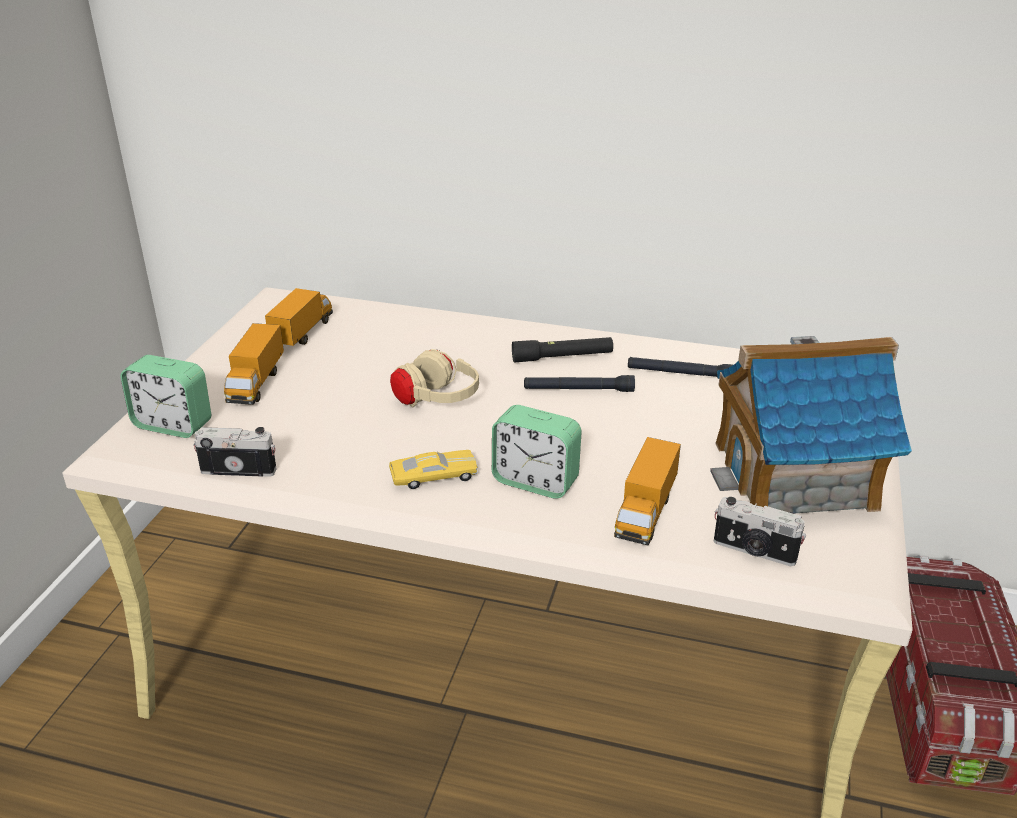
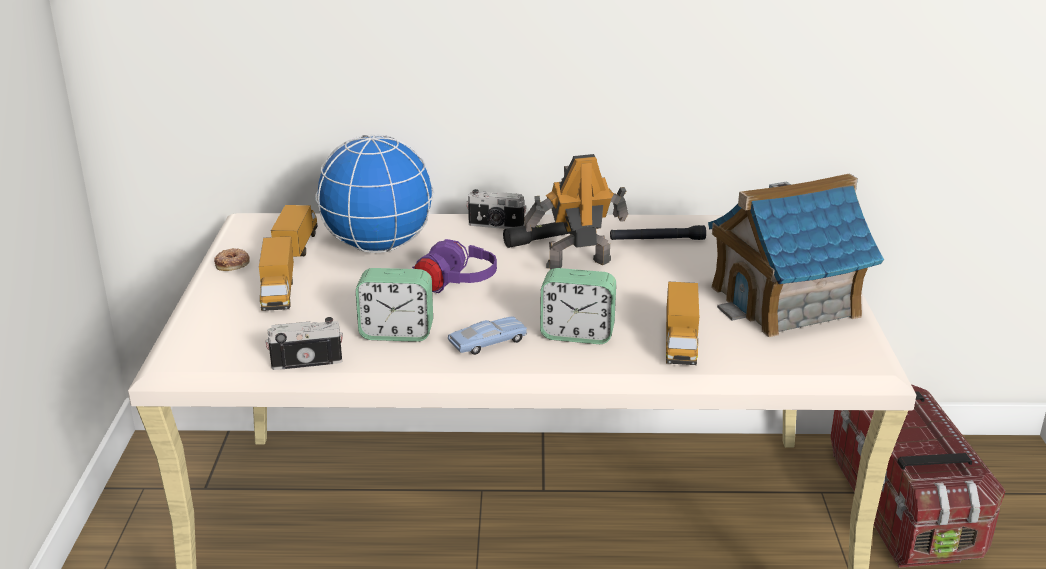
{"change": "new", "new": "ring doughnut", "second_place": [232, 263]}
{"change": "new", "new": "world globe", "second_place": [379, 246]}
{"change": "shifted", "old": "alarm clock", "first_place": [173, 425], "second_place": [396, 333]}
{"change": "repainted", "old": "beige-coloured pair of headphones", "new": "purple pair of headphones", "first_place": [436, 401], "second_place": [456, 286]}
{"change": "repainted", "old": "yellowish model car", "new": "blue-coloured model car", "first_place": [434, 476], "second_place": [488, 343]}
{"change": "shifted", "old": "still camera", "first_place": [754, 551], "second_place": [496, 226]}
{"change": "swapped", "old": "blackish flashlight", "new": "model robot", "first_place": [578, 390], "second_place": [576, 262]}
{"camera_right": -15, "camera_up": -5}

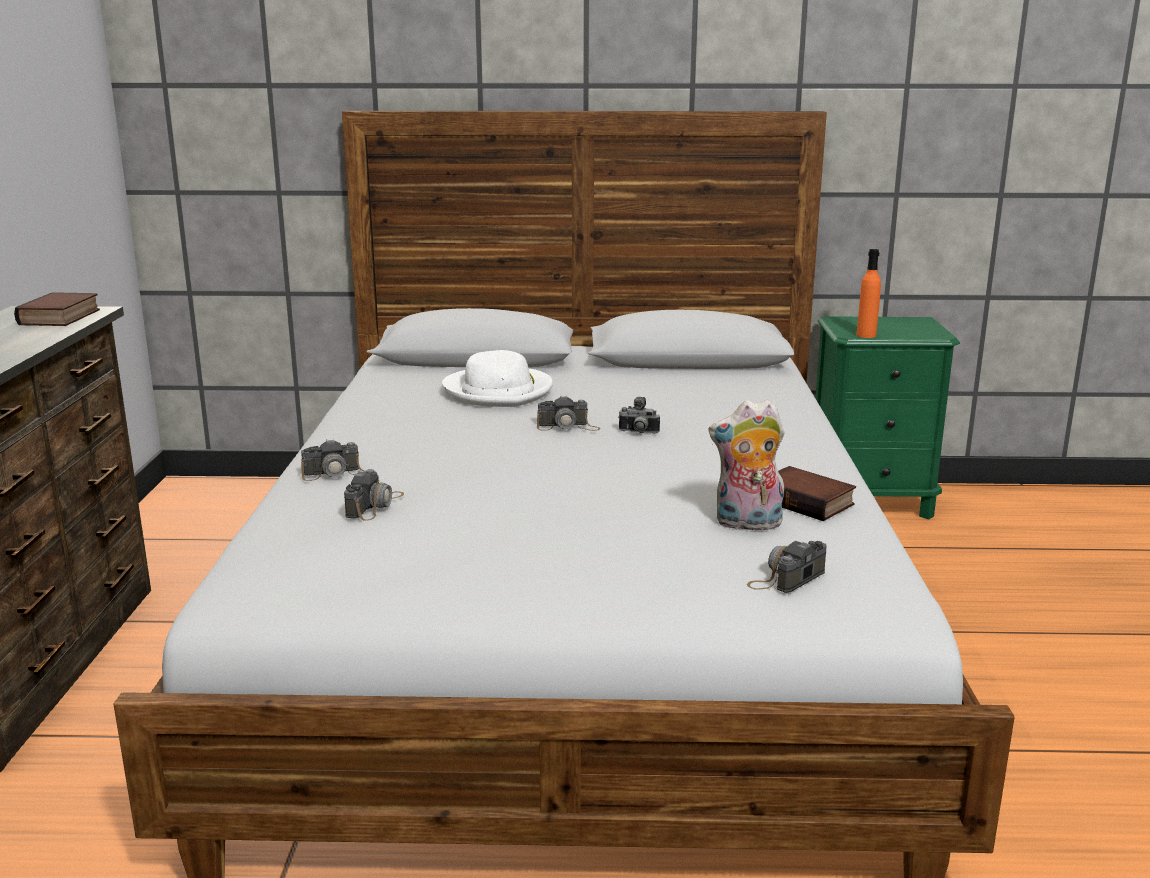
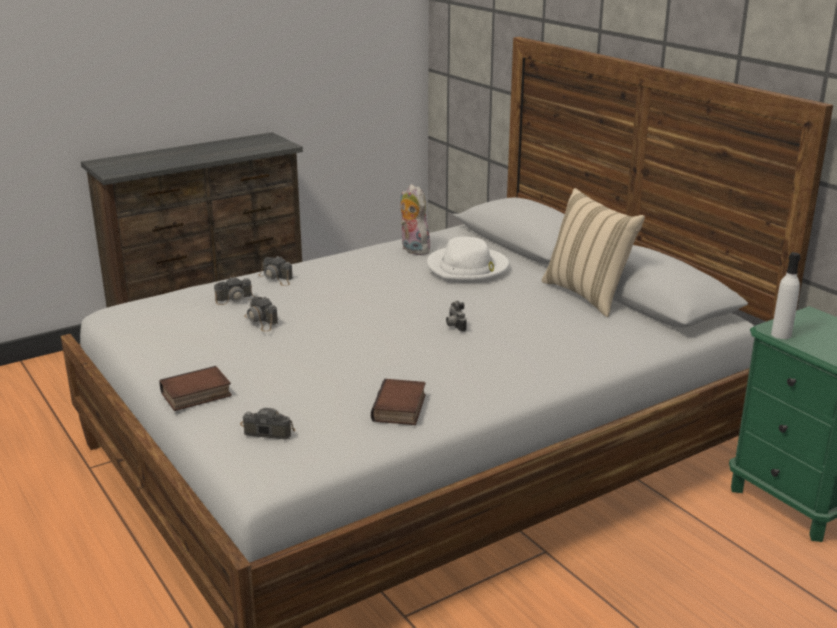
{"change": "shifted", "old": "volume", "first_place": [61, 317], "second_place": [196, 395]}
{"change": "shifted", "old": "still camera", "first_place": [568, 426], "second_place": [261, 321]}
{"change": "shifted", "old": "plush toy", "first_place": [747, 524], "second_place": [412, 250]}
{"change": "new", "new": "beige-coloured cushion", "second_place": [588, 295]}
{"change": "repainted", "old": "orangey drink bottle", "new": "whitish drink bottle", "first_place": [866, 335], "second_place": [781, 334]}
{"camera_right": 55, "camera_up": 5}

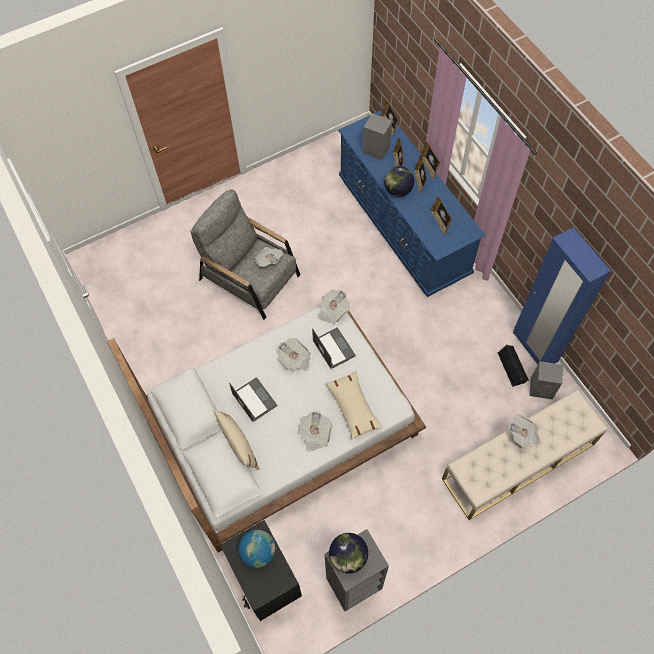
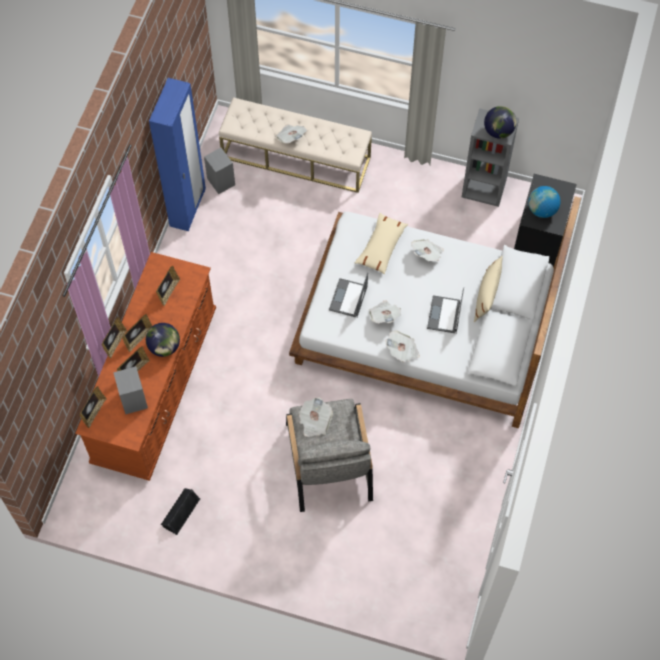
{"change": "repainted", "old": "blue-coloured dresser", "new": "brownish dresser", "first_place": [403, 226], "second_place": [155, 386]}
{"change": "shifted", "old": "blackish audio speaker", "first_place": [513, 367], "second_place": [180, 512]}
{"change": "shifted", "old": "printed paper", "first_place": [332, 311], "second_place": [402, 351]}
{"camera_right": -135, "camera_up": 0}

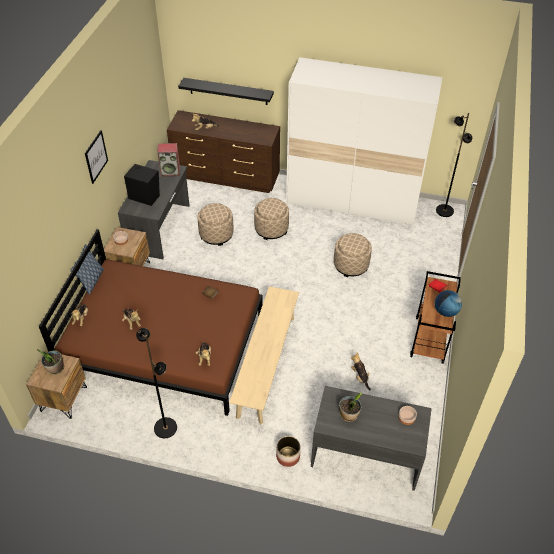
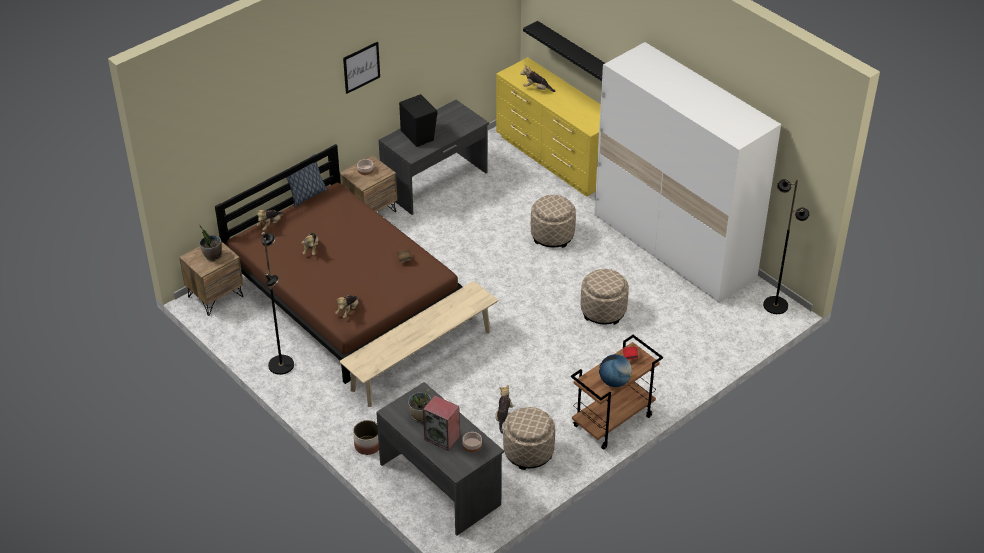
{"change": "shifted", "old": "audio speaker", "first_place": [170, 171], "second_place": [442, 438]}
{"change": "repainted", "old": "brownish dresser", "new": "yellowish dresser", "first_place": [226, 177], "second_place": [556, 159]}
{"change": "shifted", "old": "beige-coloured pouffe", "first_place": [216, 234], "second_place": [528, 451]}
{"camera_right": 35, "camera_up": -5}

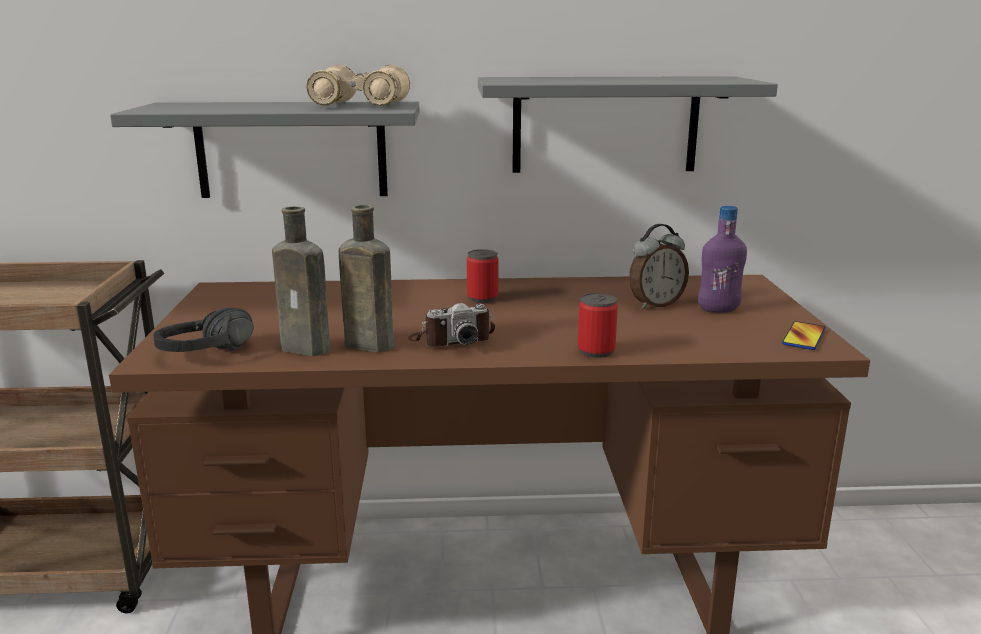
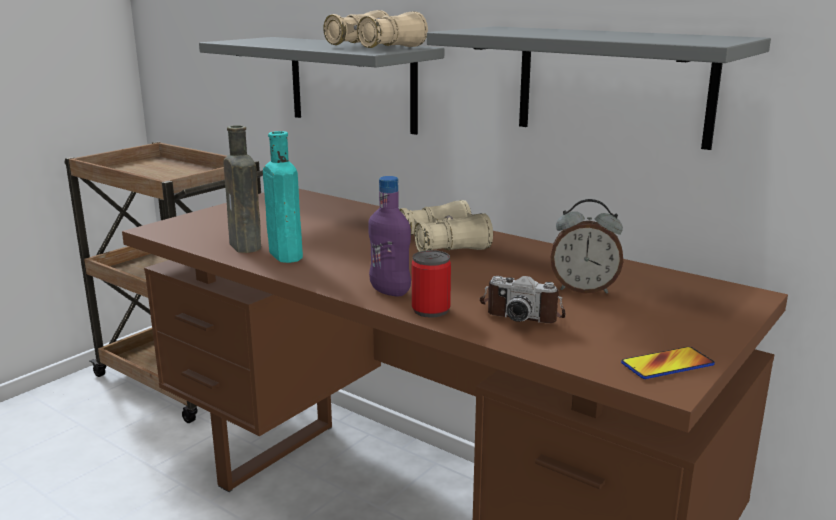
{"change": "repainted", "old": "brownish drink bottle", "new": "turquoise drink bottle", "first_place": [365, 345], "second_place": [284, 254]}
{"change": "shifted", "old": "purple drink bottle", "first_place": [718, 310], "second_place": [390, 291]}
{"change": "swapped", "old": "sealed can", "new": "beige-coloured binoculars", "first_place": [482, 298], "second_place": [444, 243]}
{"change": "shifted", "old": "still camera", "first_place": [451, 340], "second_place": [522, 313]}
{"change": "gone", "old": "blackish pair of headphones", "first_place": [213, 356]}
{"camera_right": 40, "camera_up": 0}

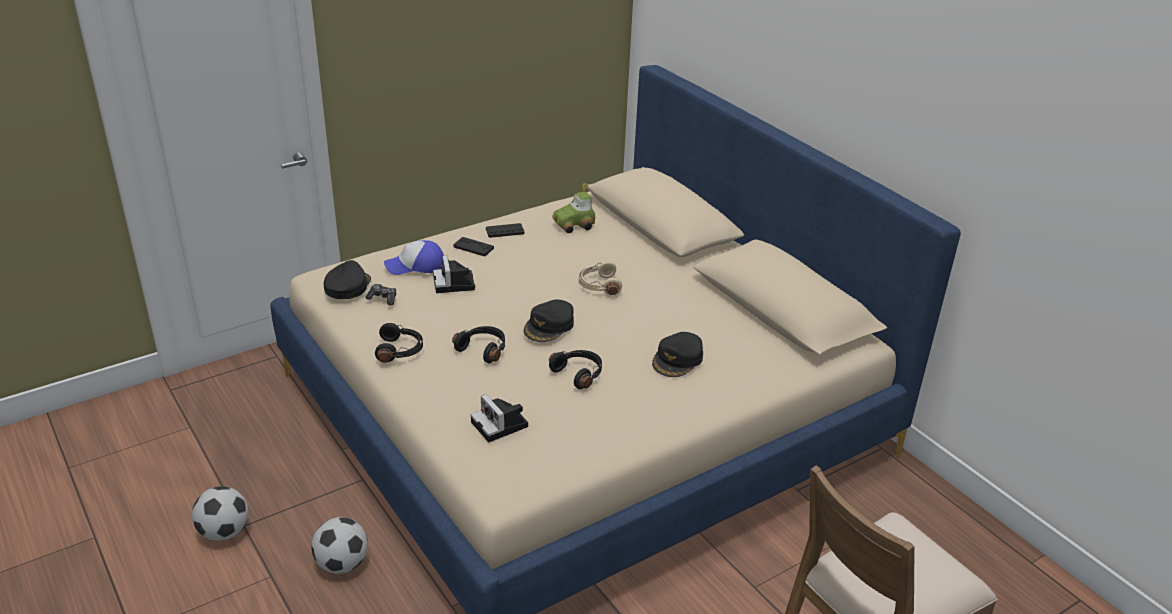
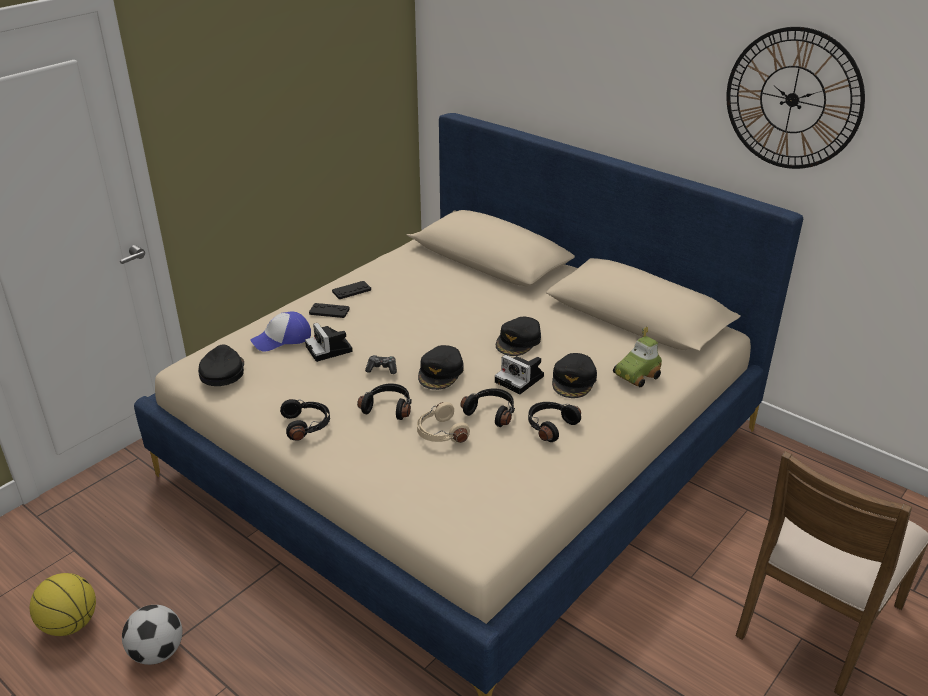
{"change": "new", "new": "basketball", "second_place": [70, 624]}
{"change": "shifted", "old": "gamepad", "first_place": [383, 298], "second_place": [382, 368]}
{"change": "shifted", "old": "beige-coloured pair of headphones", "first_place": [598, 286], "second_place": [440, 433]}
{"change": "shifted", "old": "still camera", "first_place": [501, 425], "second_place": [521, 379]}
{"change": "new", "new": "blackish baseball cap", "second_place": [518, 341]}
{"change": "new", "new": "blackish pair of headphones", "second_place": [550, 426]}
{"change": "shifted", "old": "model car", "first_place": [574, 225], "second_place": [637, 375]}
{"change": "new", "new": "clock on the wall", "second_place": [792, 99]}
{"change": "gone", "old": "football", "first_place": [342, 564]}
{"camera_right": -15, "camera_up": 0}

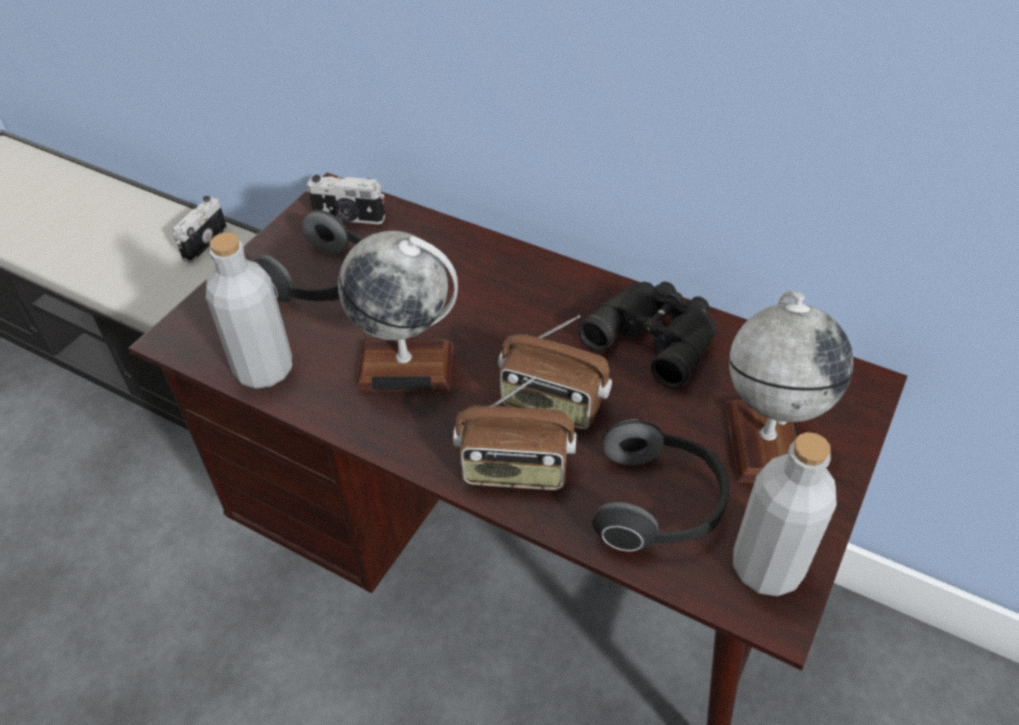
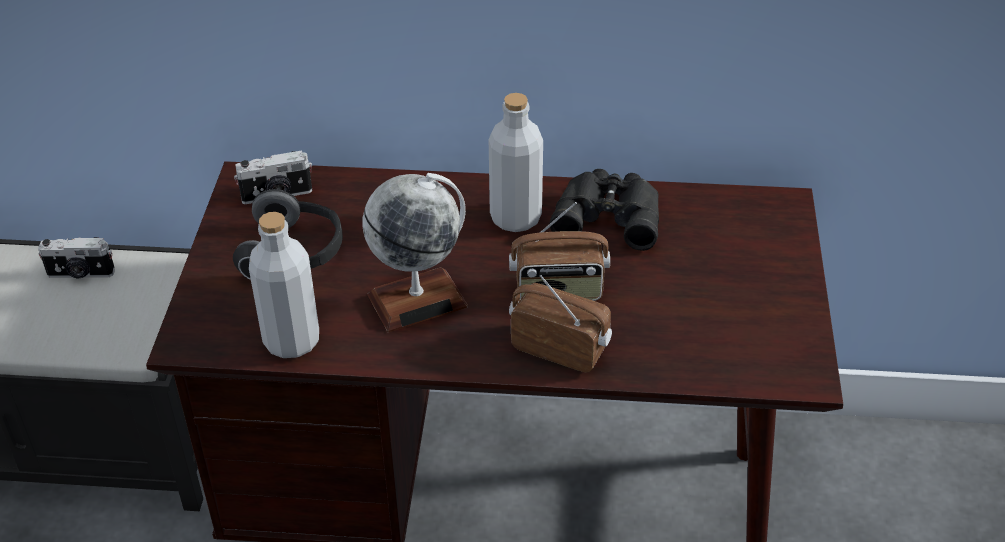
{"change": "rotated", "old": "still camera", "first_place": [203, 242], "second_place": [80, 274], "degrees": -90}
{"change": "shifted", "old": "grey drink bottle", "first_place": [766, 567], "second_place": [515, 218]}
{"change": "rotated", "old": "radio set", "first_place": [515, 470], "second_place": [560, 347], "degrees": -135}
{"change": "gone", "old": "pair of headphones", "first_place": [658, 504]}
{"change": "gone", "old": "world globe", "first_place": [765, 442]}
{"camera_right": -25, "camera_up": -5}

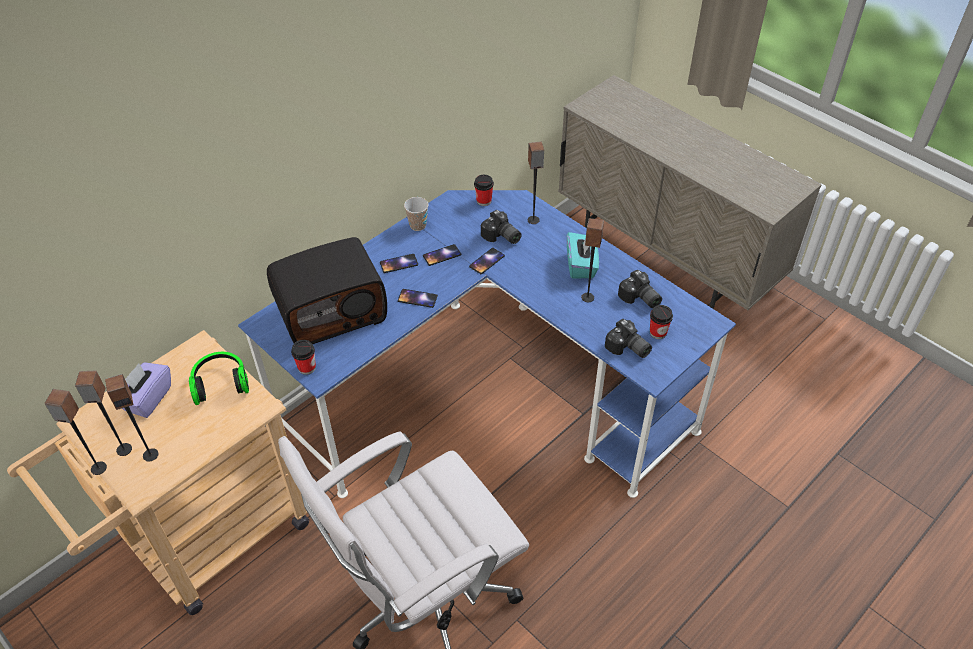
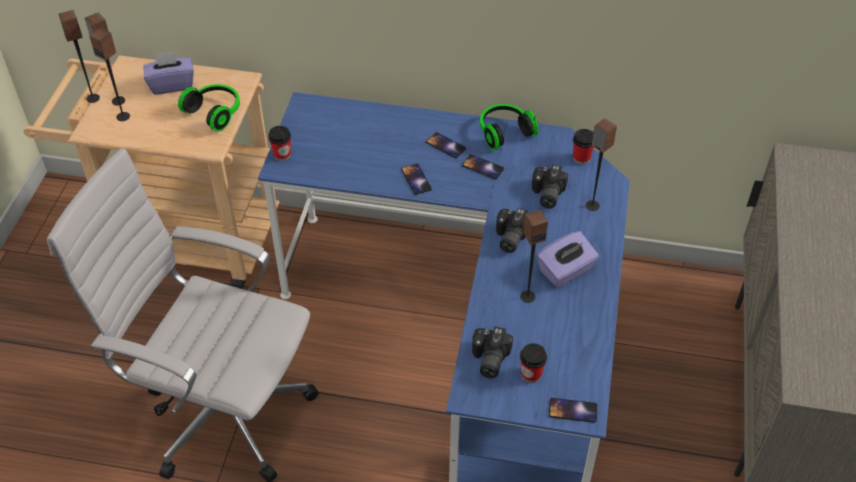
{"change": "swapped", "old": "small cup", "new": "pair of headphones", "first_place": [418, 225], "second_place": [504, 132]}
{"change": "shifted", "old": "still camera", "first_place": [639, 299], "second_place": [509, 238]}
{"change": "repainted", "old": "turquoise box of tissues", "new": "purple box of tissues", "first_place": [581, 265], "second_place": [566, 271]}
{"change": "shifted", "old": "telephone", "first_place": [487, 261], "second_place": [573, 410]}
{"change": "gone", "old": "radio set", "first_place": [332, 311]}
{"camera_right": 55, "camera_up": 0}

